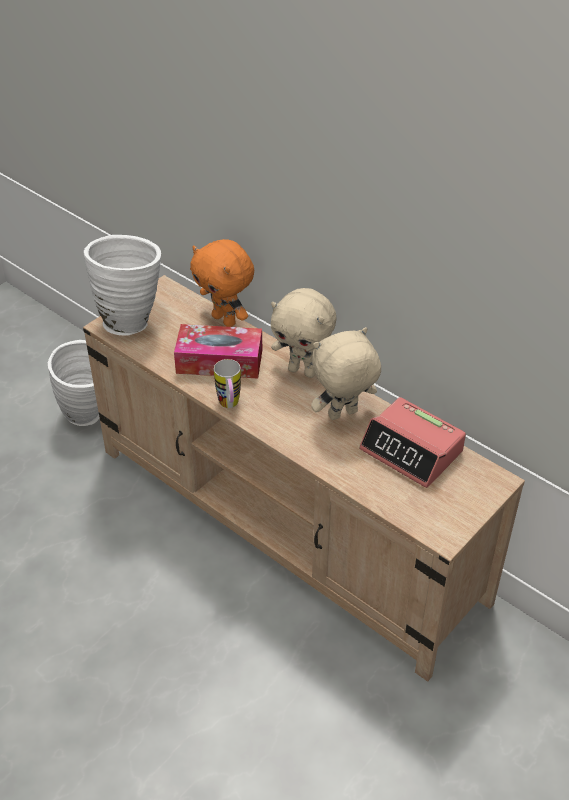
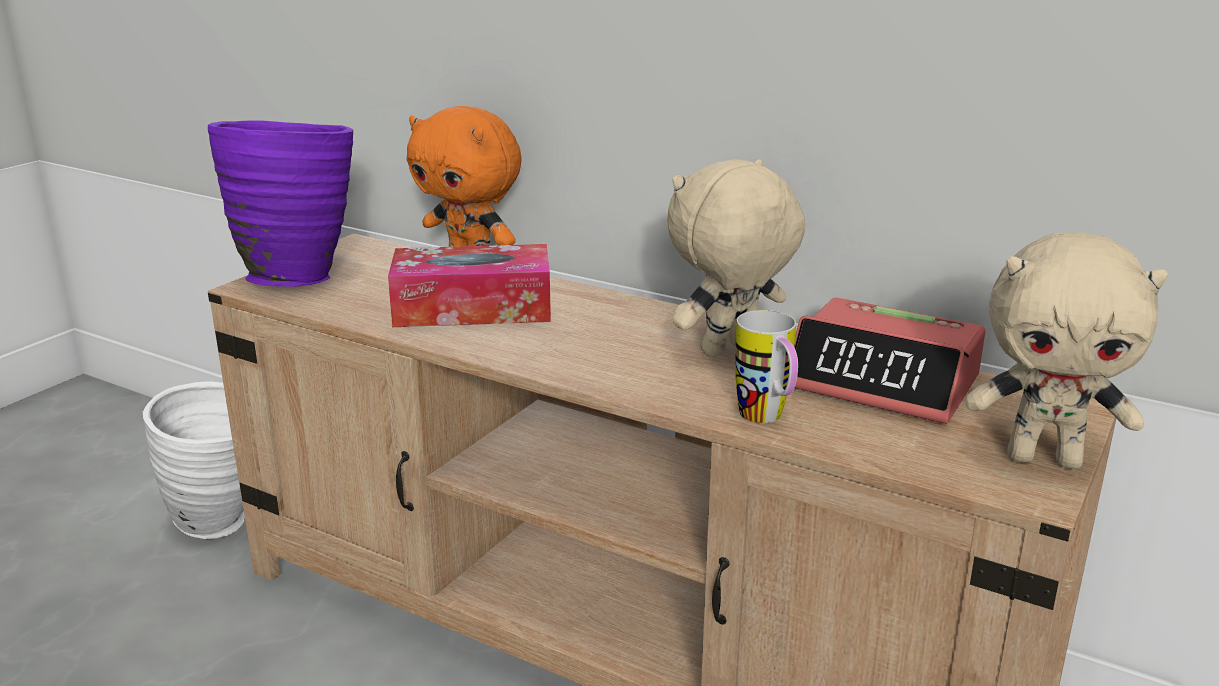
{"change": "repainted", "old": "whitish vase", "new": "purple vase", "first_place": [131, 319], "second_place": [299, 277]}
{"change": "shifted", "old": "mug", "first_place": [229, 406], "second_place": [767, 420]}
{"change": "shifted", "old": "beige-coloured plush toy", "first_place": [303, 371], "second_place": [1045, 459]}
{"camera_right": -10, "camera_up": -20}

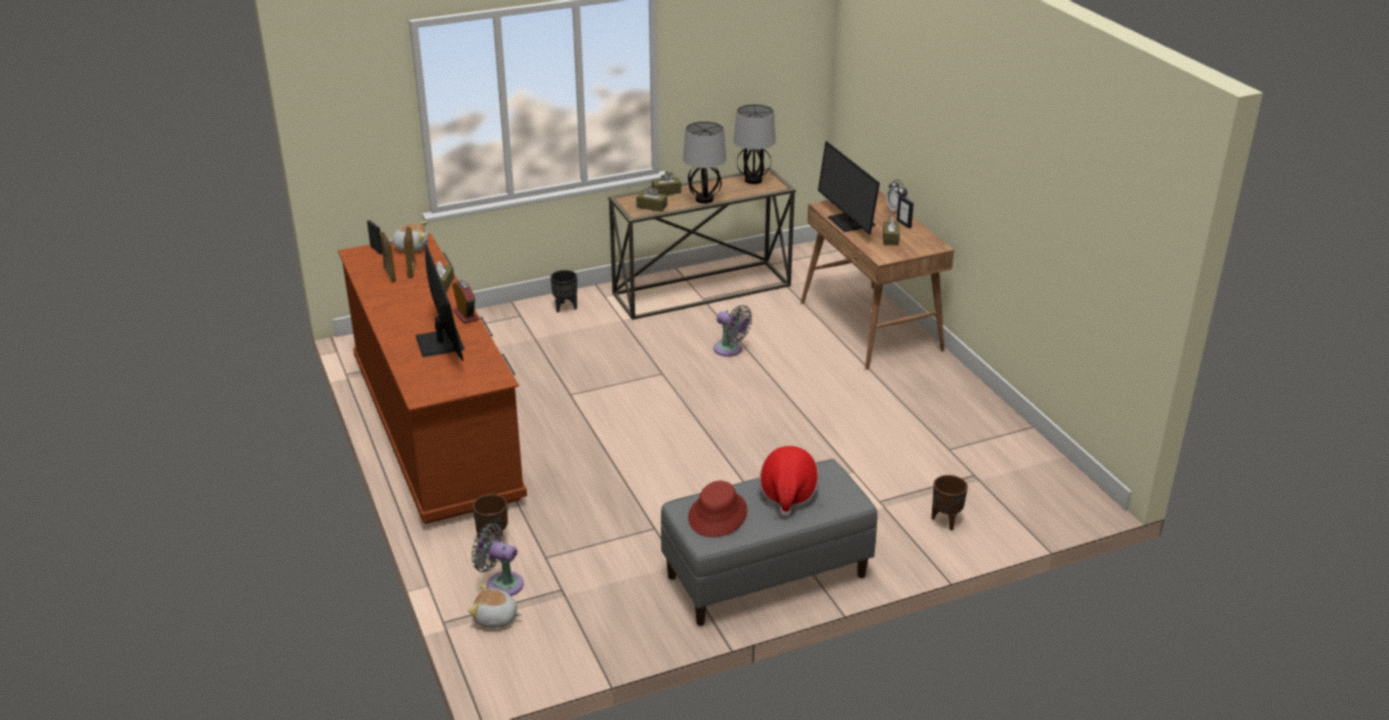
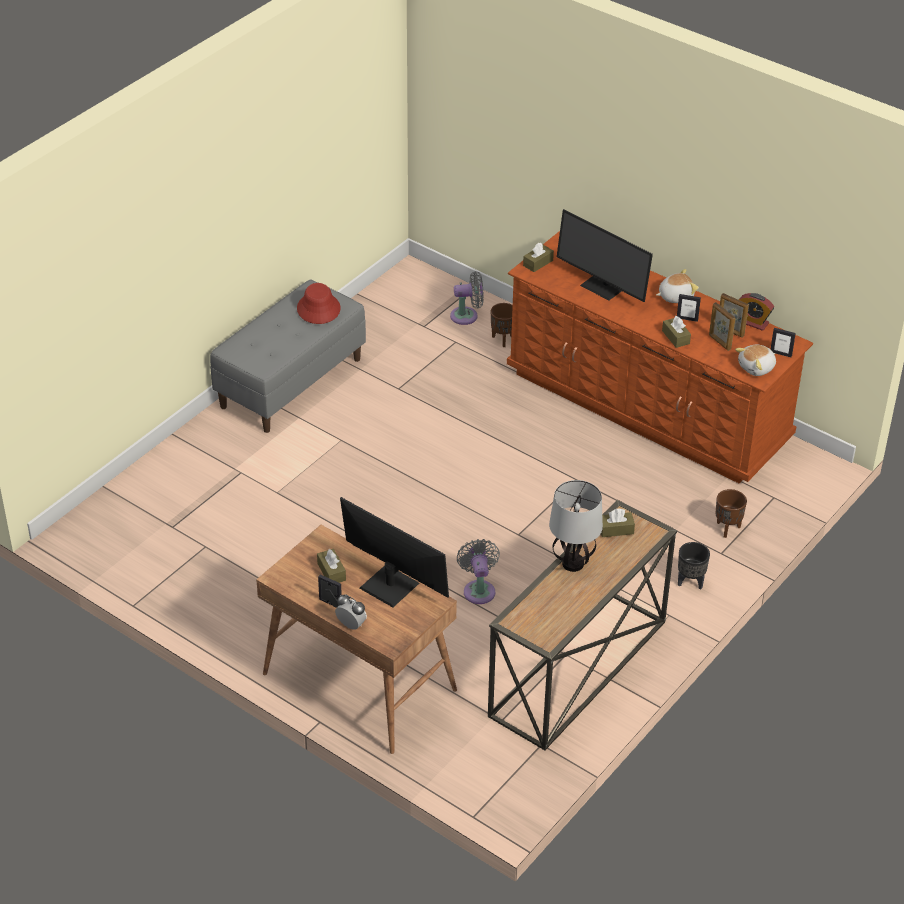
{"change": "rotated", "old": "grey fan", "first_place": [730, 350], "second_place": [479, 589], "degrees": 75}
{"change": "shifted", "old": "brownish box of tissues", "first_place": [666, 191], "second_place": [538, 263]}
{"change": "shifted", "old": "plush toy", "first_place": [495, 619], "second_place": [675, 296]}
{"change": "new", "new": "standing frame", "second_place": [687, 319]}
{"change": "shifted", "old": "brownish planter", "first_place": [946, 521], "second_place": [727, 528]}
{"change": "shifted", "old": "alarm clock", "first_place": [466, 315], "second_place": [753, 322]}
{"change": "gone", "old": "table lamp", "first_place": [753, 180]}
{"change": "gone", "old": "wearable hat", "first_place": [788, 494]}
{"camera_right": 150, "camera_up": 10}

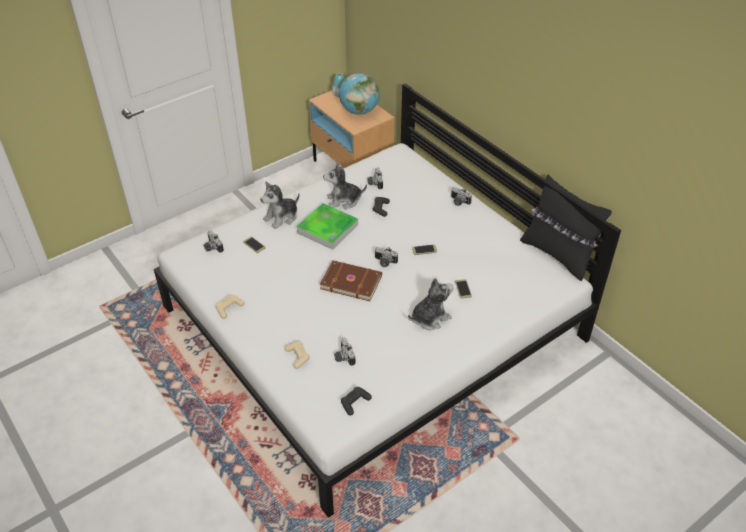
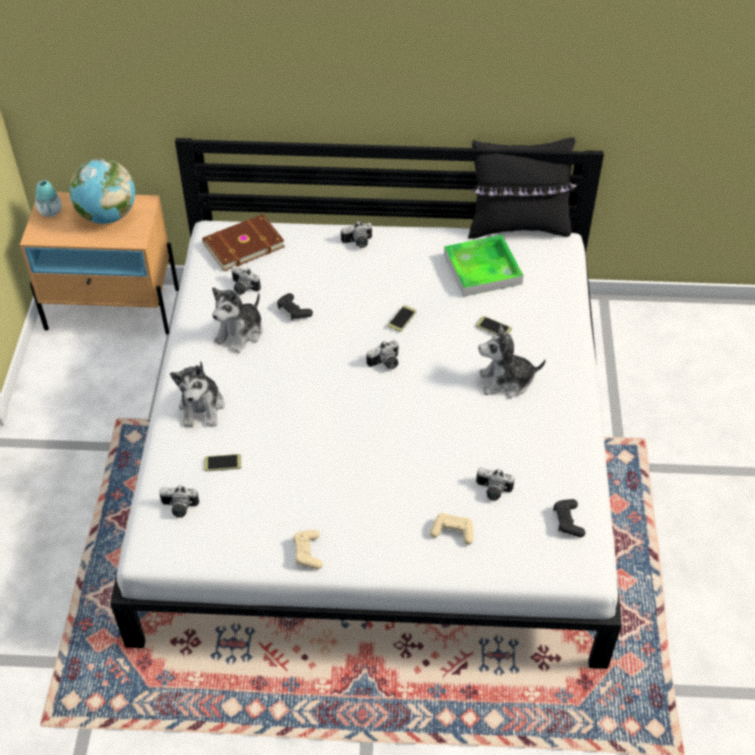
{"change": "shifted", "old": "brownish volume", "first_place": [351, 281], "second_place": [242, 244]}
{"change": "shifted", "old": "tray", "first_place": [327, 229], "second_place": [482, 269]}
{"change": "rotated", "old": "plush toy", "first_place": [429, 318], "second_place": [506, 381], "degrees": -105}
{"camera_right": -50, "camera_up": 5}

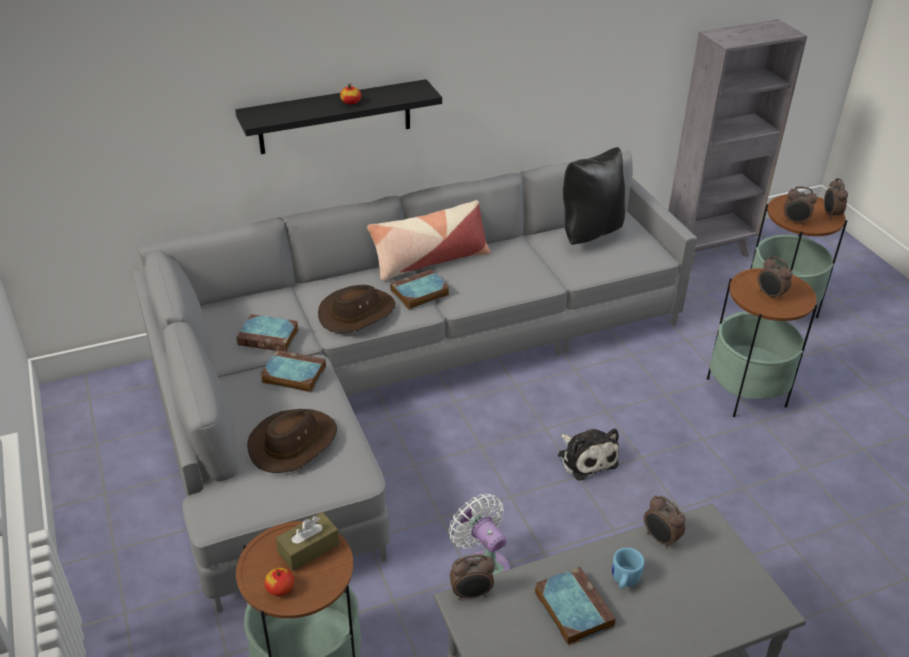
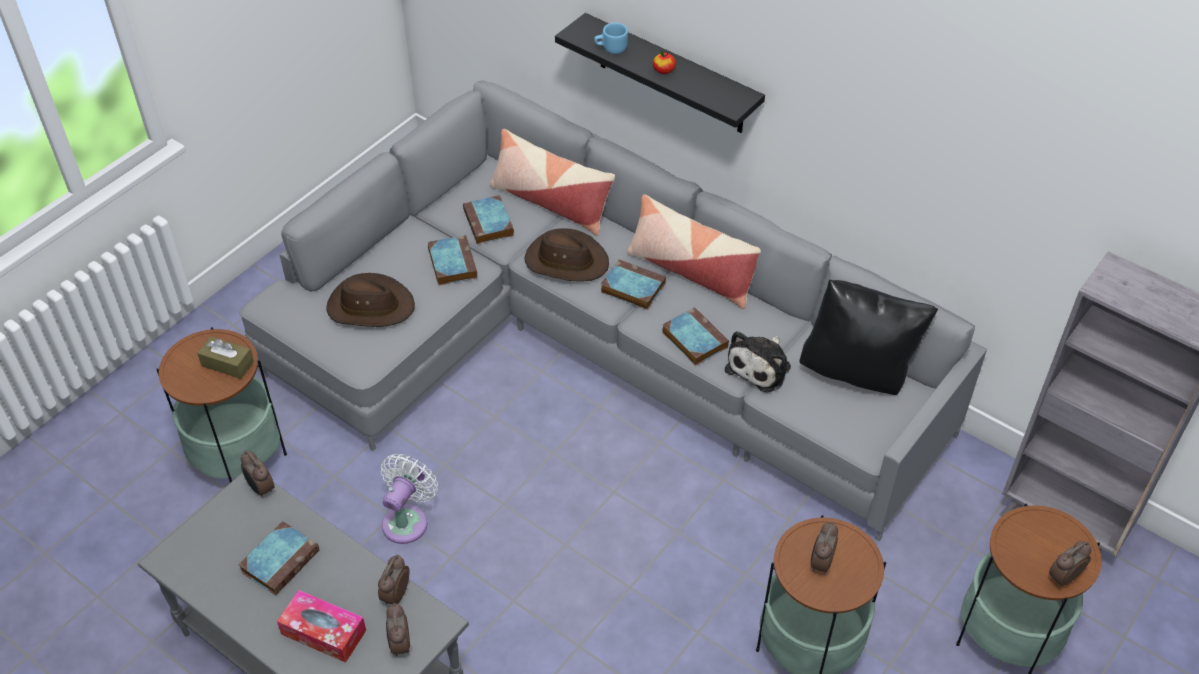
{"change": "new", "new": "box of tissues", "second_place": [323, 632]}
{"change": "shifted", "old": "alarm clock", "first_place": [795, 222], "second_place": [400, 644]}
{"change": "new", "new": "cushion", "second_place": [550, 202]}
{"change": "shifted", "old": "blue-coloured mug", "first_place": [623, 580], "second_place": [611, 49]}
{"change": "new", "new": "volume", "second_place": [693, 339]}
{"change": "shifted", "old": "plush toy", "first_place": [586, 458], "second_place": [760, 366]}
{"change": "gone", "old": "apple", "first_place": [280, 588]}
{"camera_right": 60, "camera_up": 10}

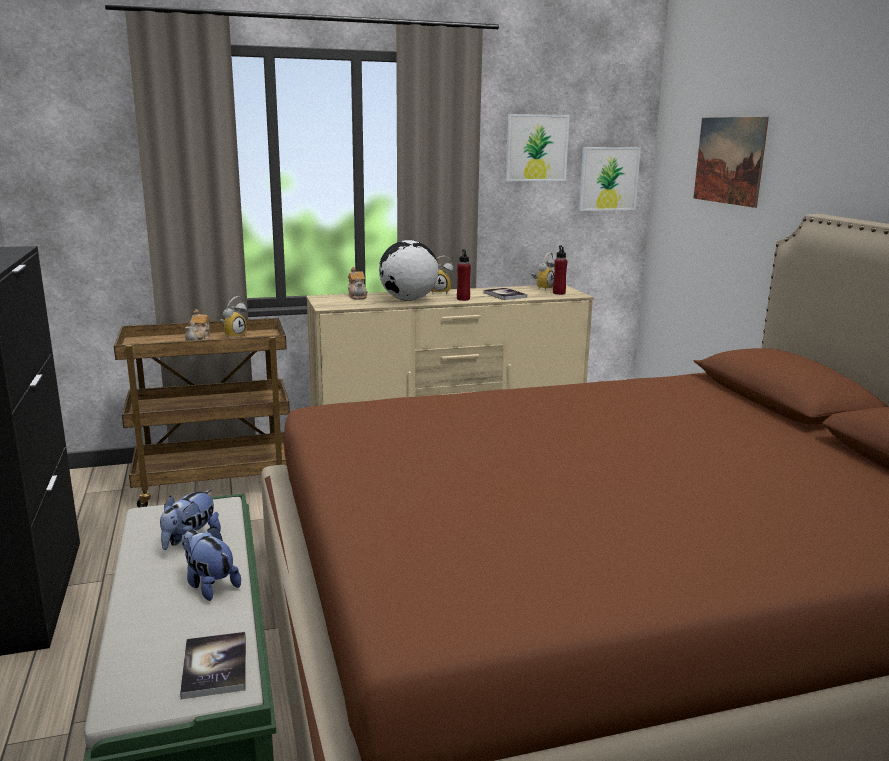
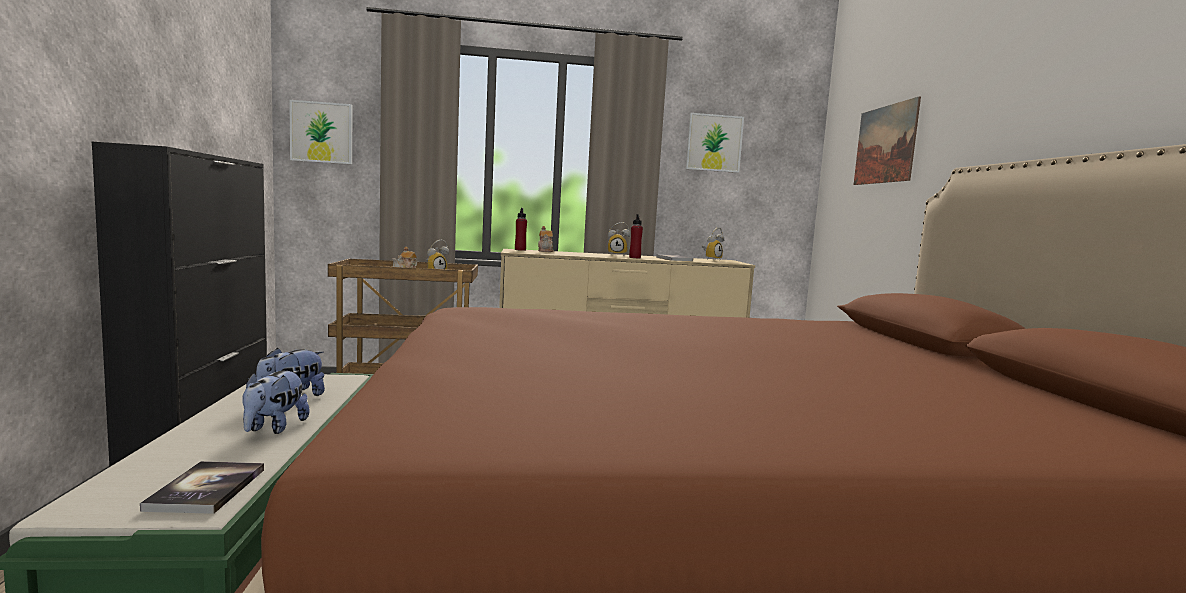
{"change": "rotated", "old": "plush toy", "first_place": [209, 585], "second_place": [274, 428], "degrees": -135}
{"change": "shifted", "old": "picture", "first_place": [608, 179], "second_place": [322, 132]}
{"change": "shifted", "old": "red-coloured drink bottle", "first_place": [559, 293], "second_place": [520, 250]}
{"change": "gone", "old": "world globe", "first_place": [408, 300]}
{"camera_right": 10, "camera_up": -10}

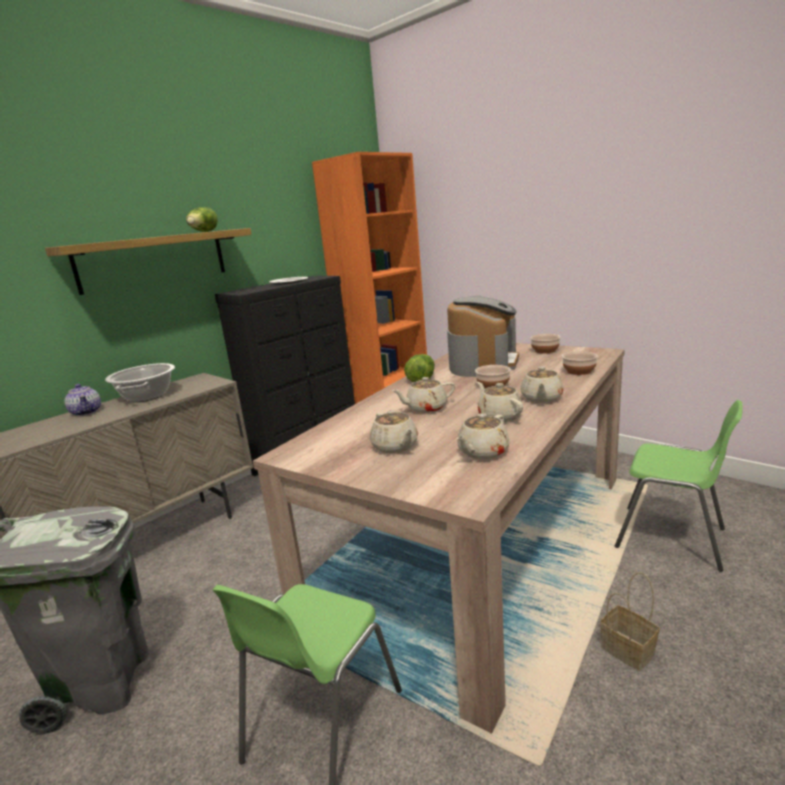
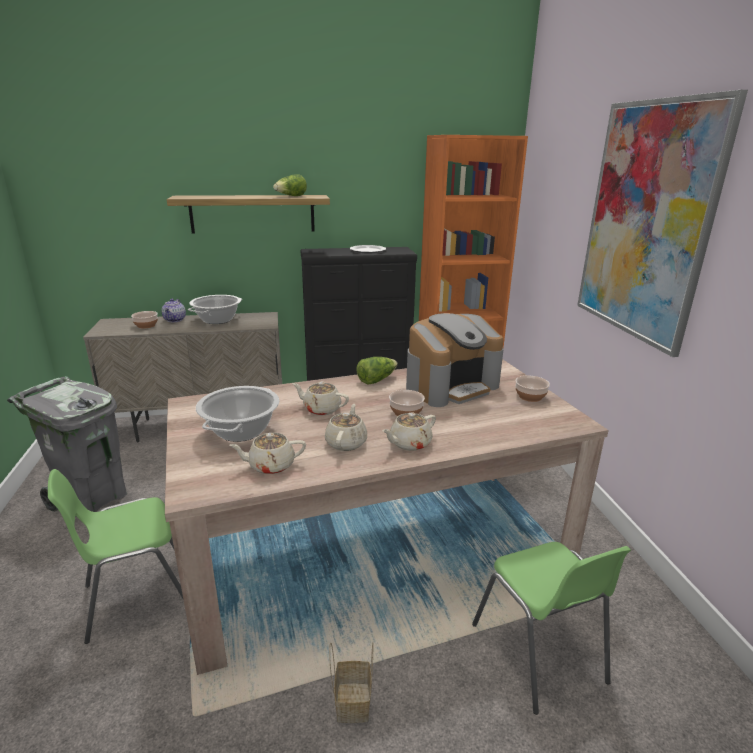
{"change": "shifted", "old": "serving bowl", "first_place": [579, 371], "second_place": [146, 325]}
{"change": "swapped", "old": "beige-coloured pot for tea", "new": "stockpot", "first_place": [395, 446], "second_place": [241, 431]}
{"change": "new", "new": "picture", "second_place": [645, 222]}
{"camera_right": 35, "camera_up": 5}

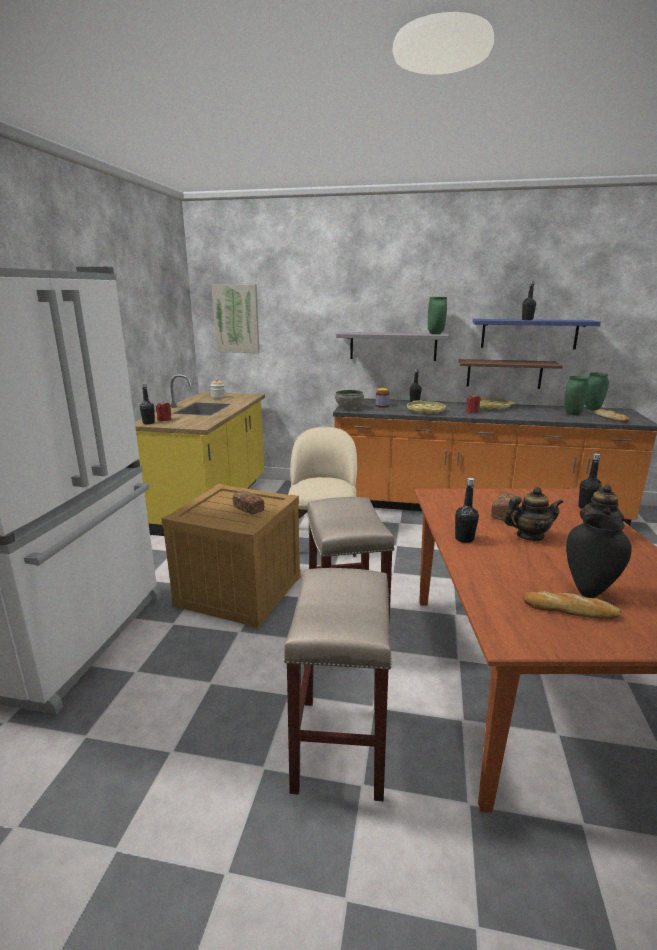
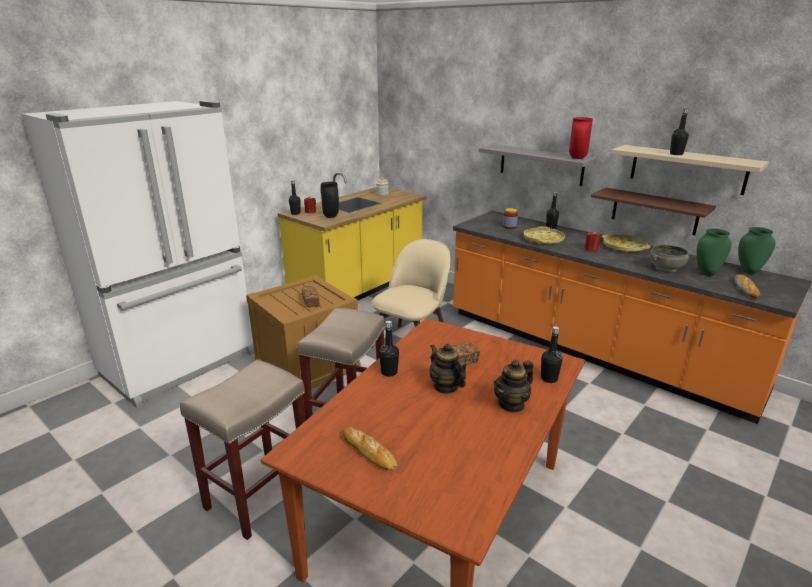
{"change": "shifted", "old": "blackish vase", "first_place": [588, 593], "second_place": [330, 216]}
{"change": "rotated", "old": "pot for tea", "first_place": [529, 536], "second_place": [446, 387], "degrees": -150}
{"change": "repainted", "old": "greenish vase", "new": "red-coloured vase", "first_place": [435, 334], "second_place": [577, 158]}
{"change": "repainted", "old": "blue-coloured wall shelf", "new": "beige-coloured wall shelf", "first_place": [529, 334], "second_place": [687, 169]}
{"change": "shifted", "old": "grey serving bowl", "first_place": [349, 408], "second_place": [666, 269]}
{"change": "gone", "old": "picture", "first_place": [236, 319]}
{"camera_right": 30, "camera_up": 5}

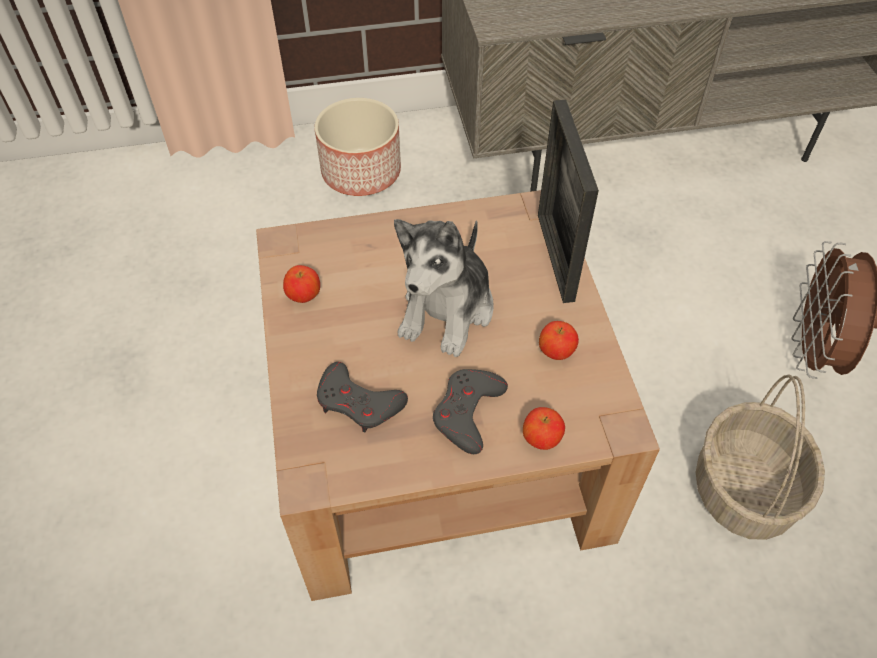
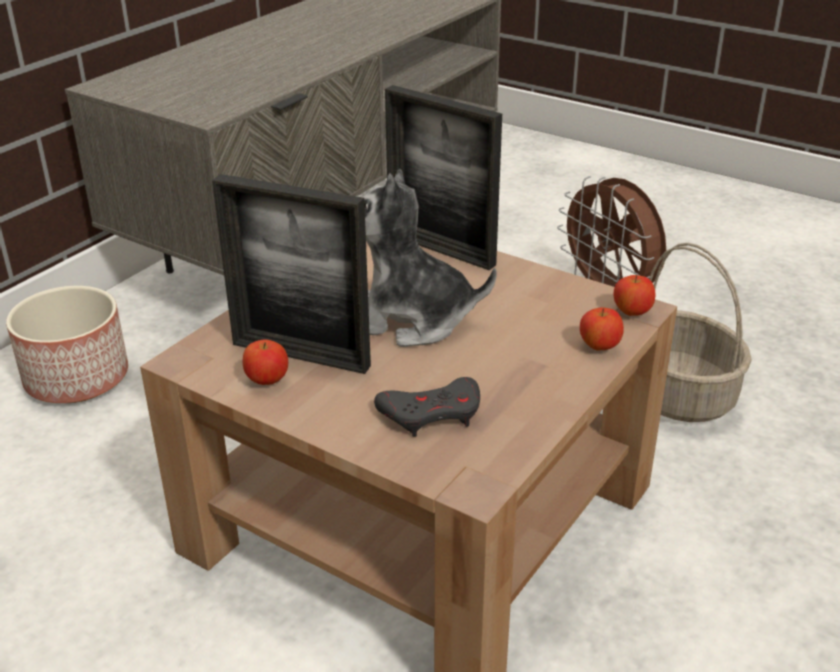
{"change": "new", "new": "standing frame", "second_place": [300, 355]}
{"change": "rotated", "old": "plush toy", "first_place": [448, 310], "second_place": [410, 320], "degrees": 120}
{"change": "shifted", "old": "apple", "first_place": [556, 351], "second_place": [631, 313]}
{"change": "gone", "old": "grey gamepad", "first_place": [468, 412]}
{"camera_right": -45, "camera_up": -20}

